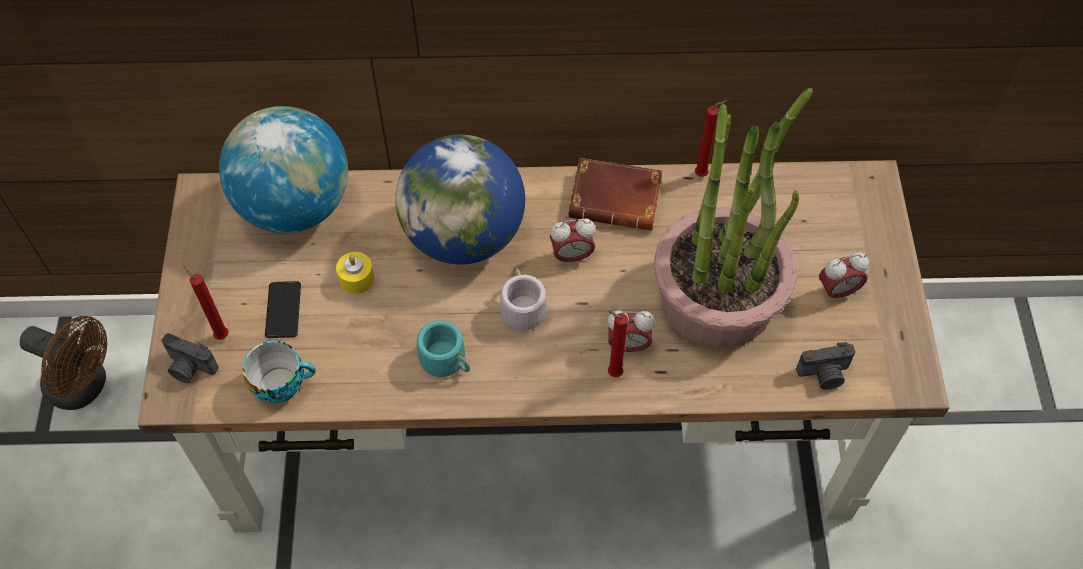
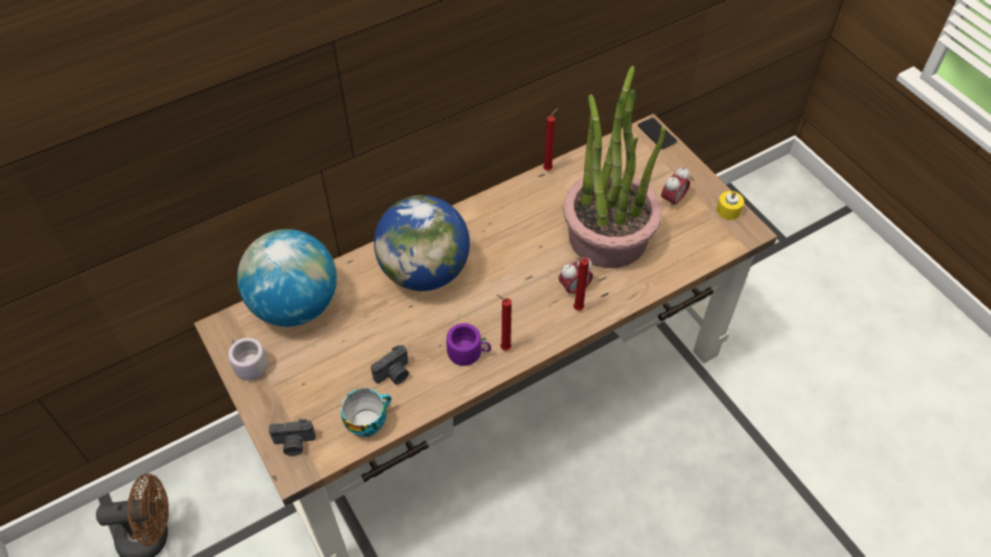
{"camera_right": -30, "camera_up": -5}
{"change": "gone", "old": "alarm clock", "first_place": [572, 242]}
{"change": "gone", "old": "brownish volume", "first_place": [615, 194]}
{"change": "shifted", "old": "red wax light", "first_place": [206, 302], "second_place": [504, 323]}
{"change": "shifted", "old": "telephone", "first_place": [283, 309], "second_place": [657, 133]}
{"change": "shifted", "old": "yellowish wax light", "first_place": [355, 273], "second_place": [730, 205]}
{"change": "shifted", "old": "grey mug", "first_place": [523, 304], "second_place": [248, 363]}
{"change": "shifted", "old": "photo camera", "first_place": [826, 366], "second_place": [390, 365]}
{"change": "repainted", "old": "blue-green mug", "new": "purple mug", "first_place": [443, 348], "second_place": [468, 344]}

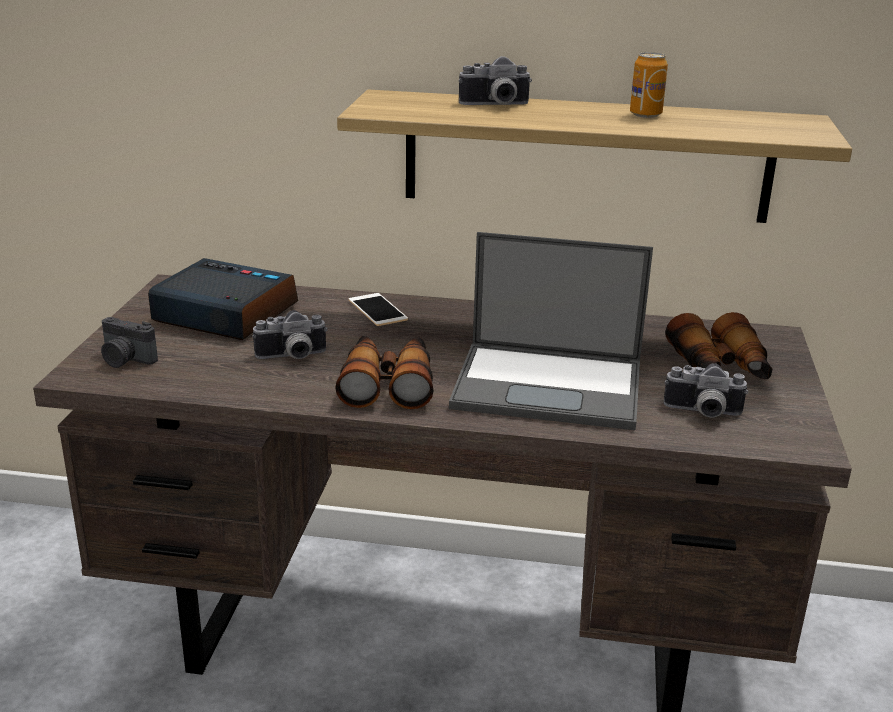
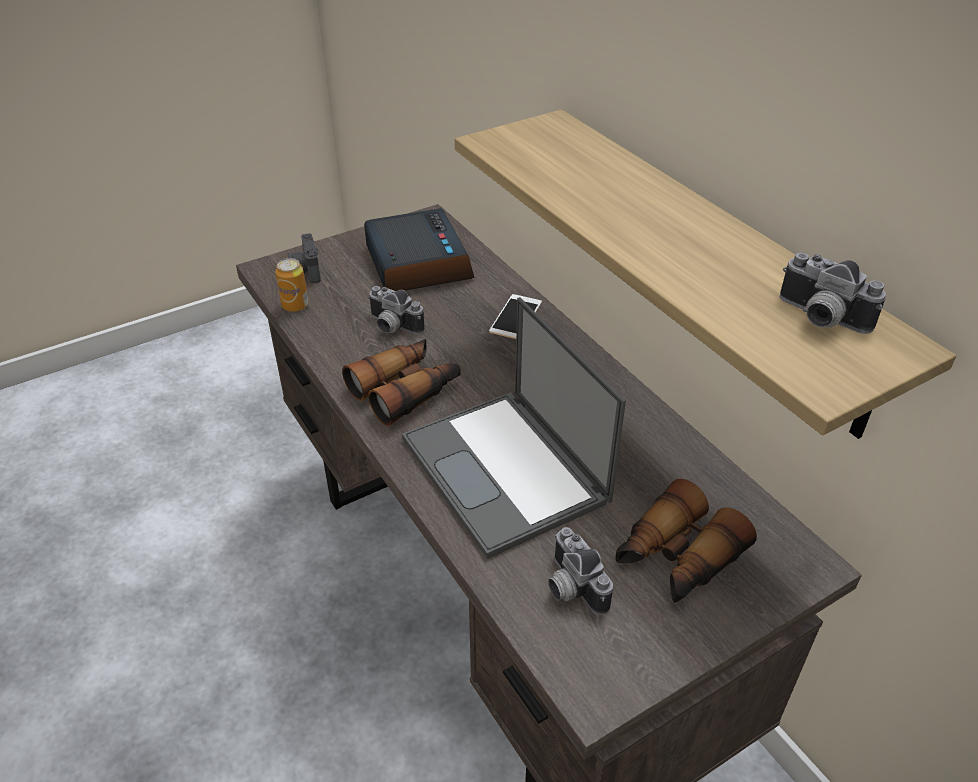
{"camera_right": 50, "camera_up": 15}
{"change": "shifted", "old": "photo camera", "first_place": [495, 80], "second_place": [833, 293]}
{"change": "shifted", "old": "sealed can", "first_place": [649, 85], "second_place": [292, 285]}

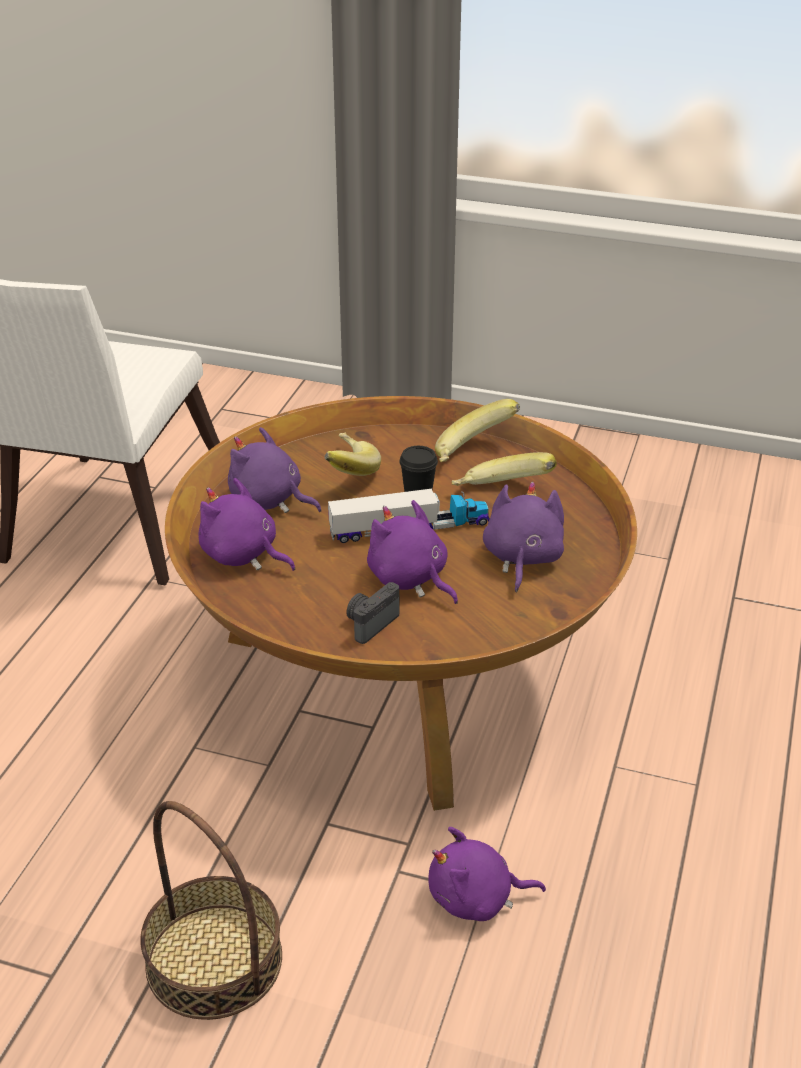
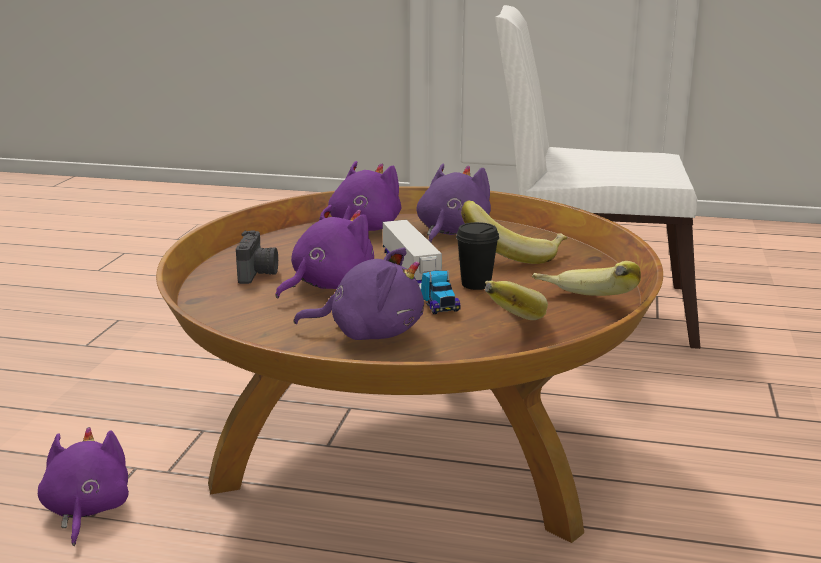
{"camera_right": 85, "camera_up": -15}
{"change": "gone", "old": "basket", "first_place": [211, 910]}
{"change": "rotated", "old": "photo camera", "first_place": [372, 613], "second_place": [257, 257], "degrees": 60}

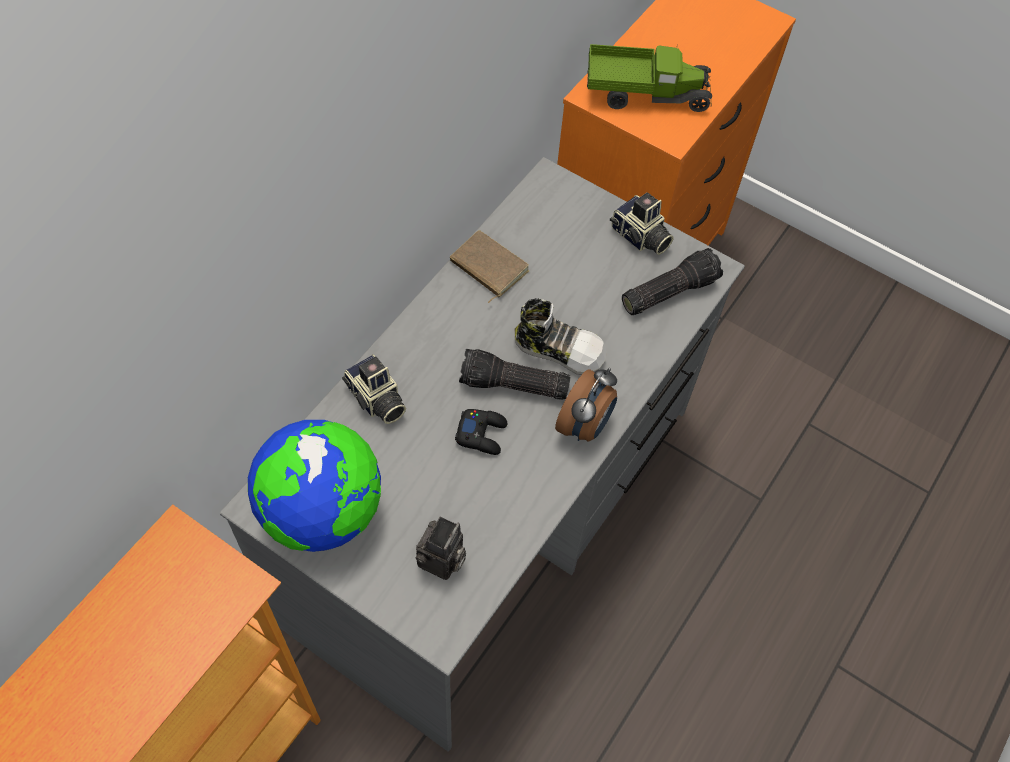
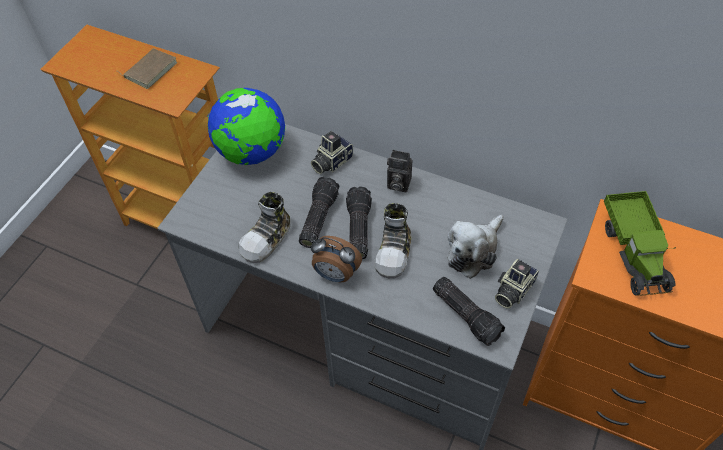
{"camera_right": 85, "camera_up": -5}
{"change": "new", "new": "item of footwear", "second_place": [264, 227]}
{"change": "new", "new": "plush toy", "second_place": [475, 247]}
{"change": "shifted", "old": "photo camera", "first_place": [441, 548], "second_place": [400, 171]}
{"change": "shifted", "old": "brownish volume", "first_place": [489, 266], "second_place": [147, 68]}
{"change": "swapped", "old": "black-coloured joypad", "new": "torch", "first_place": [481, 432], "second_place": [319, 212]}

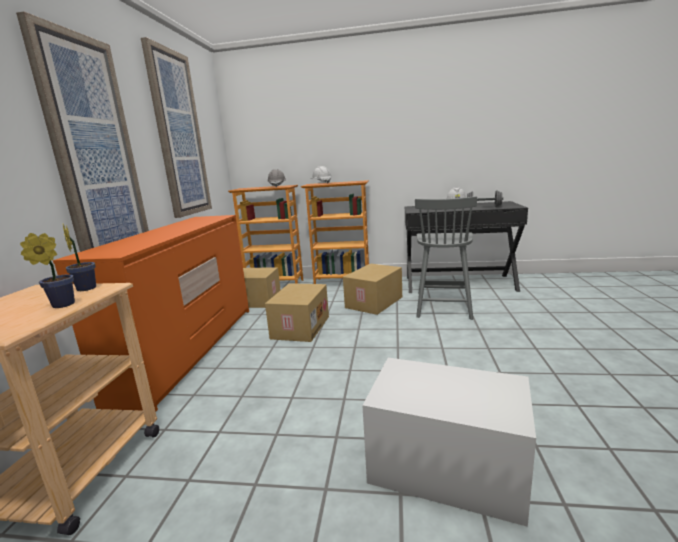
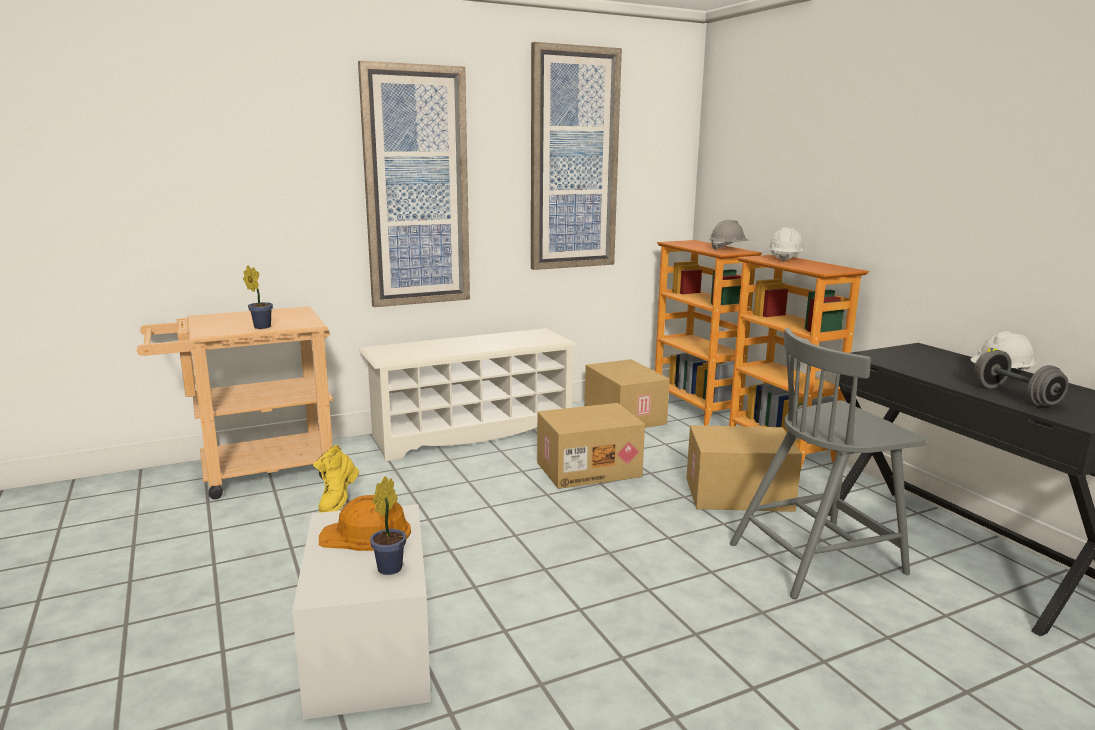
{"camera_right": 55, "camera_up": 0}
{"change": "new", "new": "yellowish high-top boot", "second_place": [336, 479]}
{"change": "new", "new": "orangey work helmet", "second_place": [365, 523]}
{"change": "shifted", "old": "potted plant", "first_place": [79, 257], "second_place": [388, 525]}
{"change": "swapped", "old": "orangey dresser", "new": "white-coloured shoe shelf", "first_place": [151, 313], "second_place": [467, 394]}

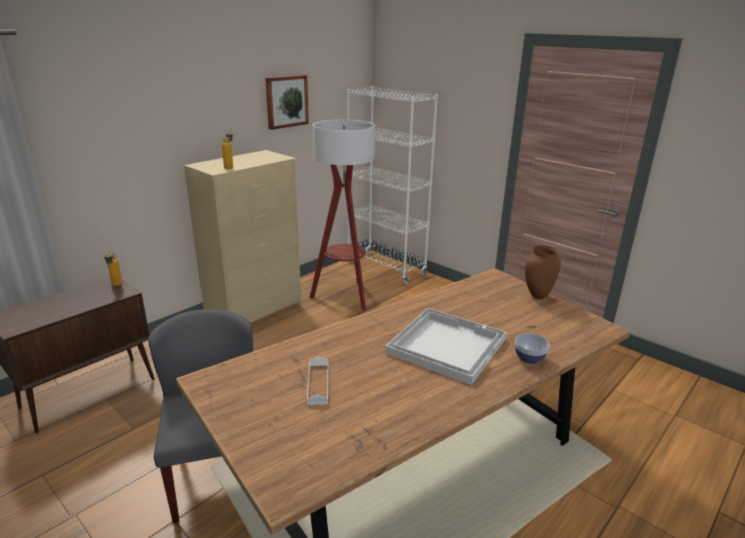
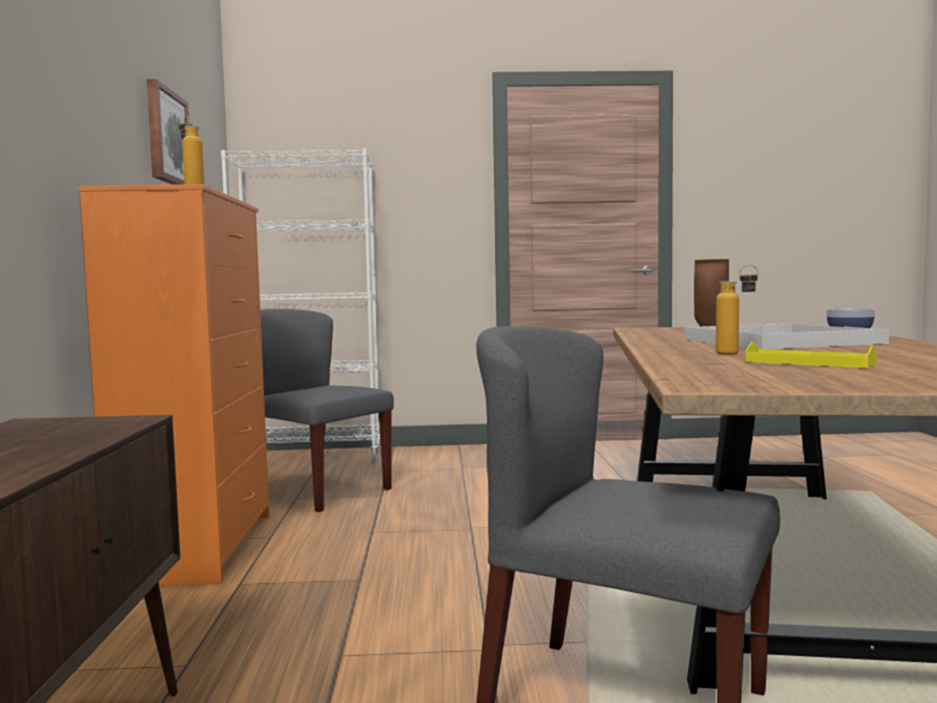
{"camera_right": -45, "camera_up": -20}
{"change": "shifted", "old": "bottle", "first_place": [113, 268], "second_place": [737, 309]}
{"change": "swapped", "old": "floor lamp", "new": "grey plain chair", "first_place": [342, 215], "second_place": [327, 410]}
{"change": "repainted", "old": "beige-coloured dresser", "new": "orangey dresser", "first_place": [243, 236], "second_place": [174, 385]}
{"change": "repainted", "old": "white-coloured carrying tray", "new": "yellowish carrying tray", "first_place": [317, 381], "second_place": [811, 354]}

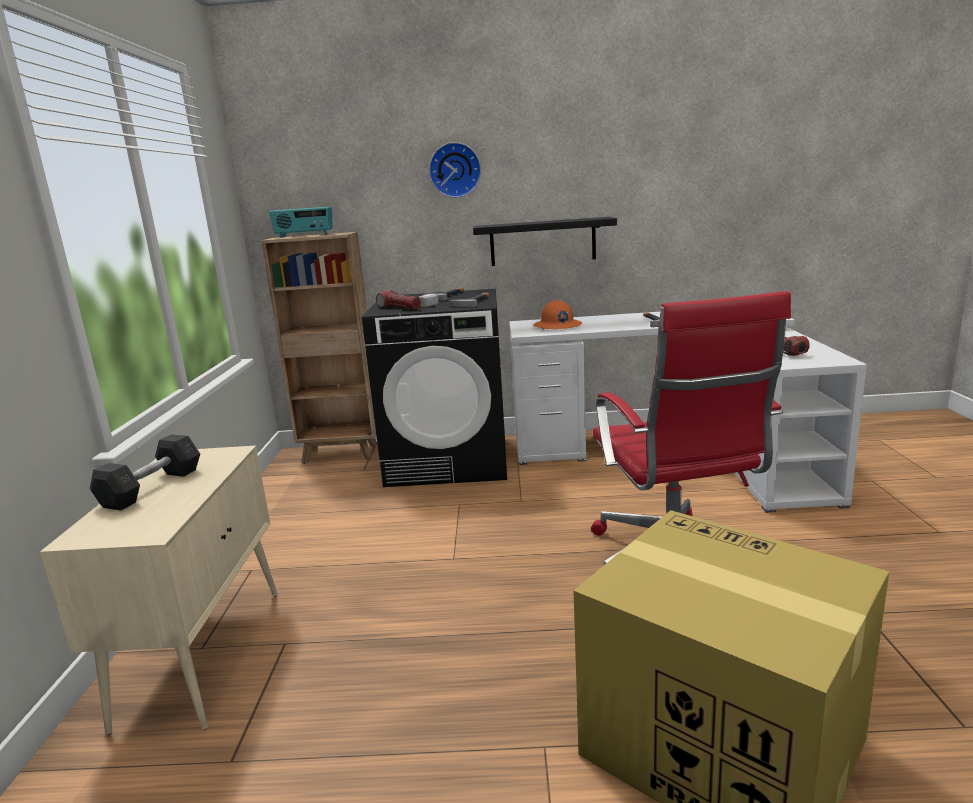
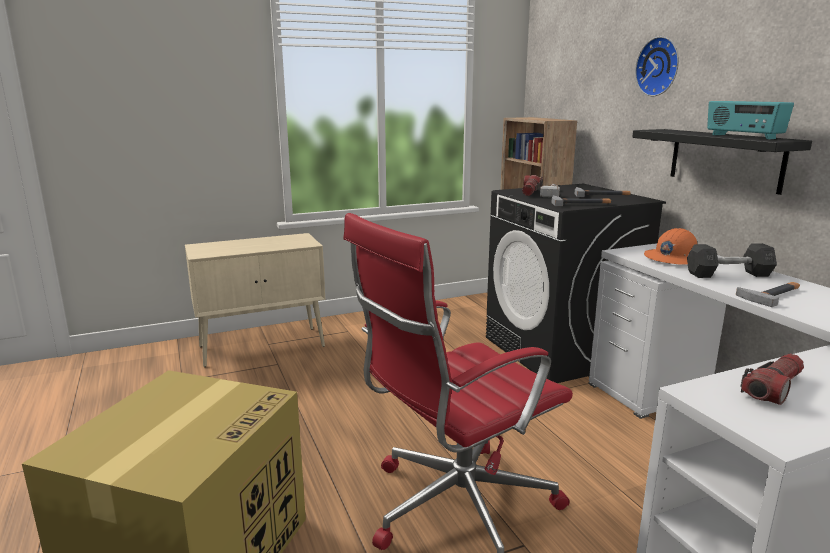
{"camera_right": 65, "camera_up": 0}
{"change": "shifted", "old": "grey hand weight", "first_place": [145, 472], "second_place": [732, 260]}
{"change": "shifted", "old": "radio receiver", "first_place": [301, 222], "second_place": [750, 120]}

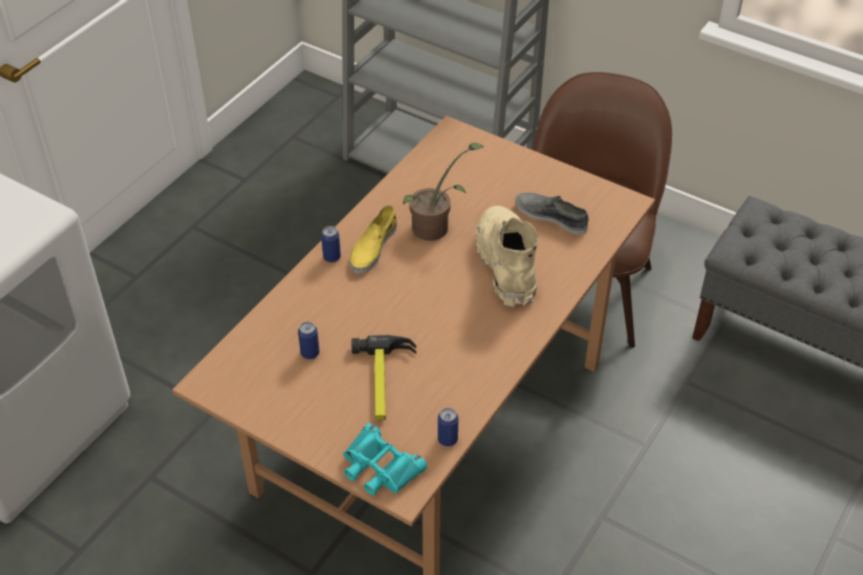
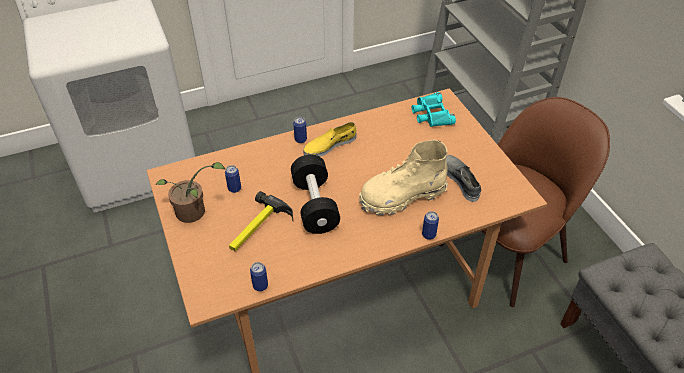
{"camera_right": 35, "camera_up": 0}
{"change": "new", "new": "black-coloured hand weight", "second_place": [315, 194]}
{"change": "new", "new": "sealed can", "second_place": [430, 225]}
{"change": "shifted", "old": "blue-green field glasses", "first_place": [385, 459], "second_place": [434, 109]}
{"change": "shifted", "old": "potted plant", "first_place": [443, 192], "second_place": [190, 192]}
{"change": "rotated", "old": "beige-coloured high-top boot", "first_place": [507, 257], "second_place": [403, 178], "degrees": -135}

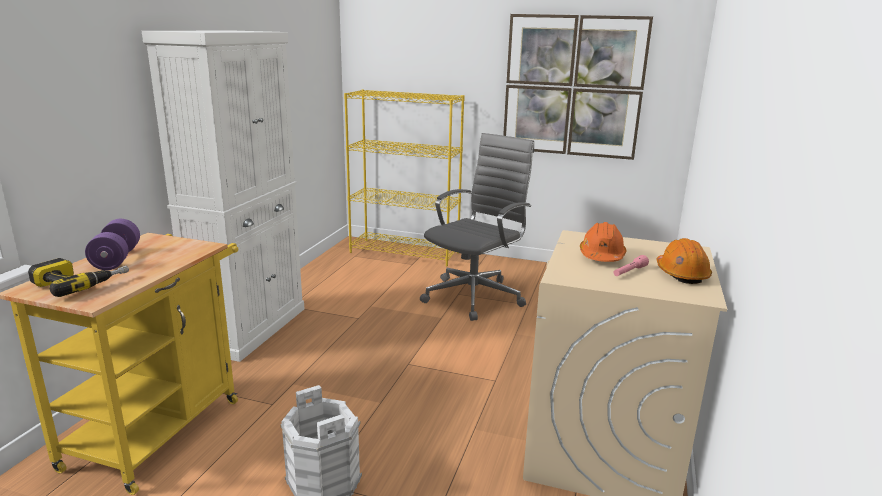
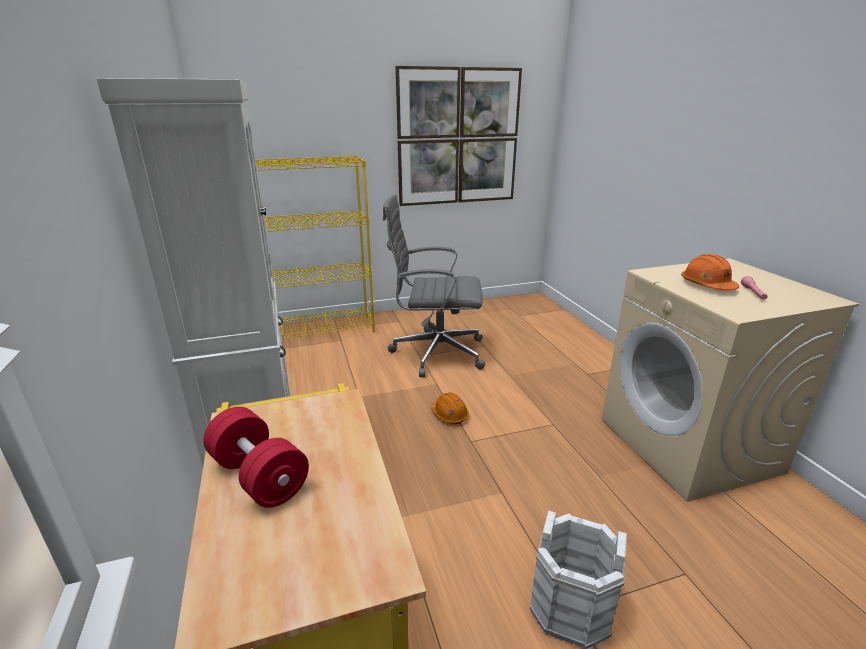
{"camera_right": -35, "camera_up": 5}
{"change": "gone", "old": "power drill", "first_place": [78, 277]}
{"change": "shifted", "old": "orangey work helmet", "first_place": [684, 261], "second_place": [450, 408]}
{"change": "repainted", "old": "purple hand weight", "new": "red hand weight", "first_place": [112, 244], "second_place": [256, 457]}
{"change": "rotated", "old": "grey desk chair", "first_place": [477, 227], "second_place": [434, 285], "degrees": -90}

